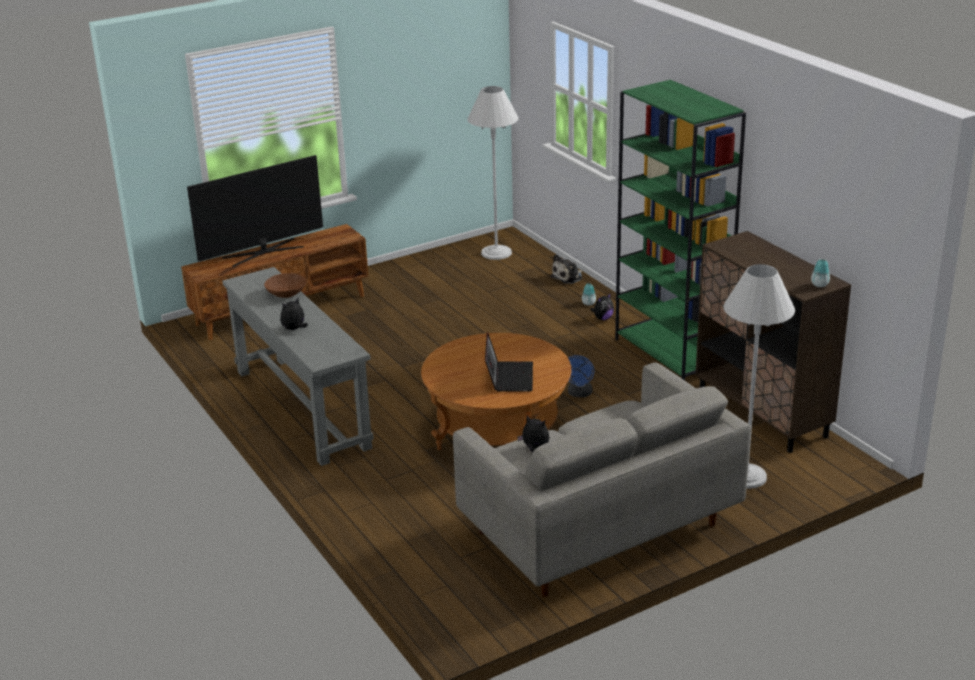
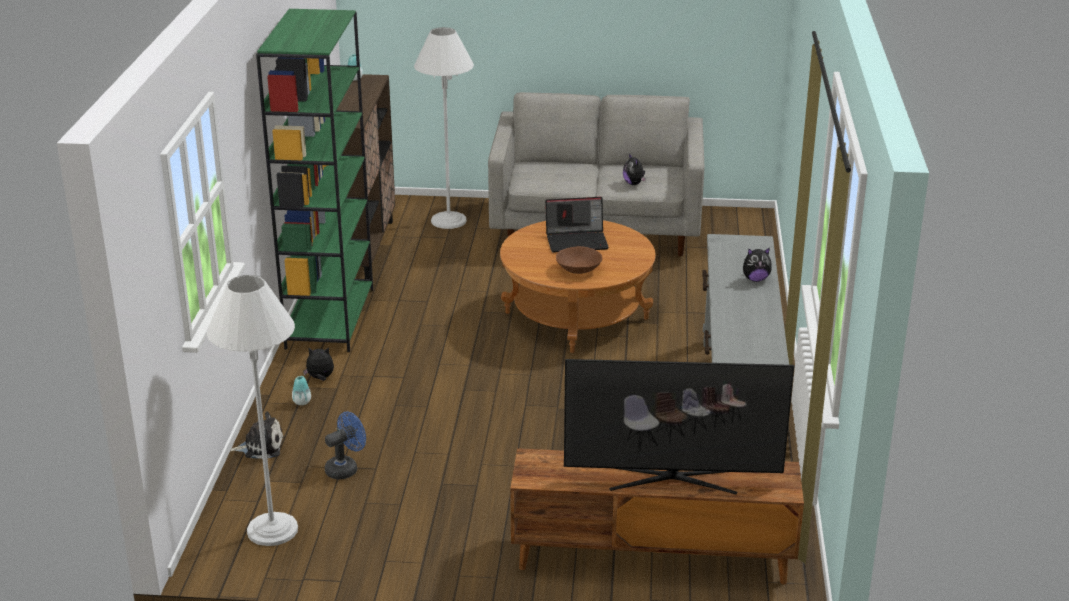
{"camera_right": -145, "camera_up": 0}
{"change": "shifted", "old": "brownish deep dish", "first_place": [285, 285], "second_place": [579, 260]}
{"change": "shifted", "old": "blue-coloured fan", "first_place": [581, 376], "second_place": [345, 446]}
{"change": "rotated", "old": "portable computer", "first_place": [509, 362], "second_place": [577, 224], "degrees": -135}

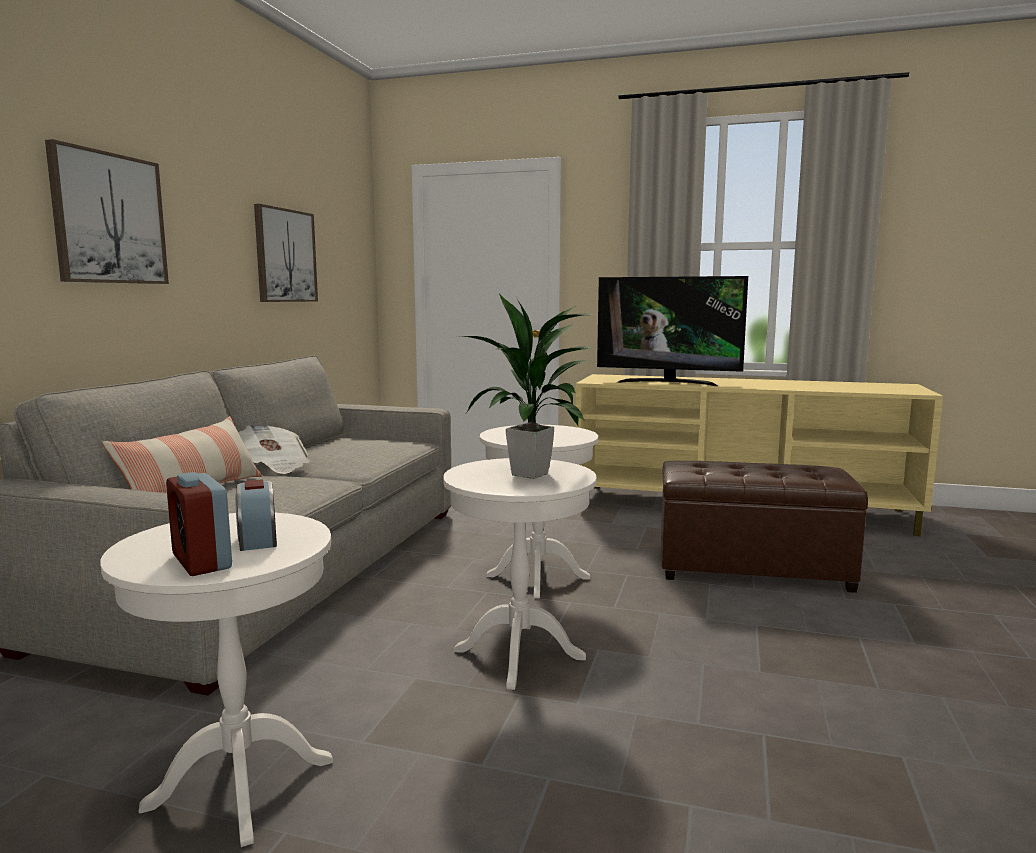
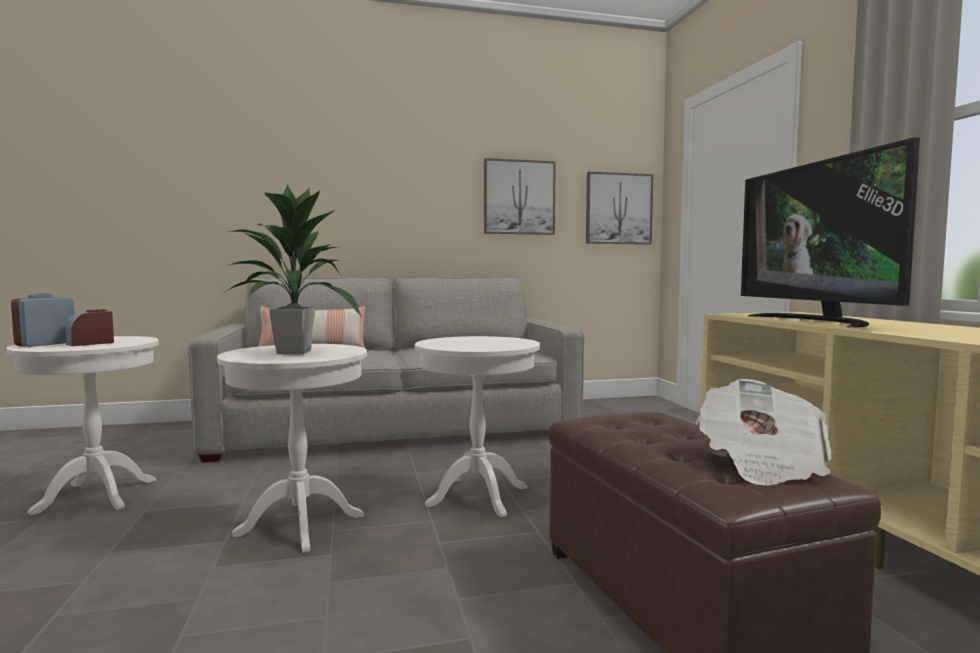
{"camera_right": 60, "camera_up": -5}
{"change": "shifted", "old": "wall picture", "first_place": [107, 211], "second_place": [619, 208]}
{"change": "shifted", "old": "newspaper", "first_place": [274, 449], "second_place": [764, 432]}

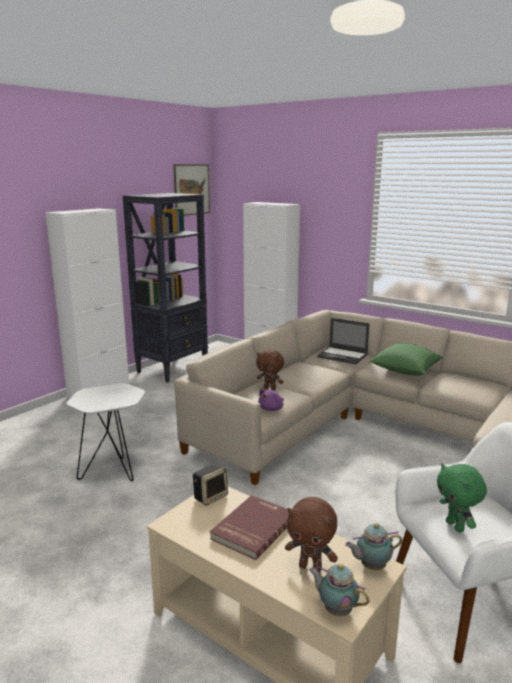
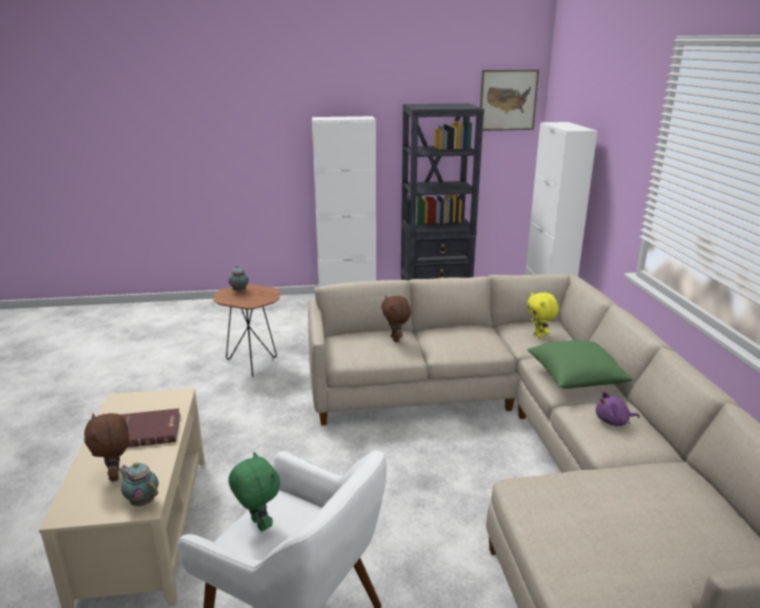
{"camera_right": 45, "camera_up": 5}
{"change": "gone", "old": "loudspeaker", "first_place": [210, 485]}
{"change": "shifted", "old": "purple plush toy", "first_place": [271, 400], "second_place": [618, 408]}
{"change": "shifted", "old": "pot for tea", "first_place": [339, 590], "second_place": [238, 279]}
{"change": "swapped", "old": "portable computer", "new": "yellowish plush toy", "first_place": [343, 341], "second_place": [543, 315]}
{"change": "repainted", "old": "white-coloured side table", "new": "brownish side table", "first_place": [106, 432], "second_place": [247, 330]}
{"change": "rotated", "old": "greenish plush toy", "first_place": [462, 498], "second_place": [254, 491], "degrees": 120}

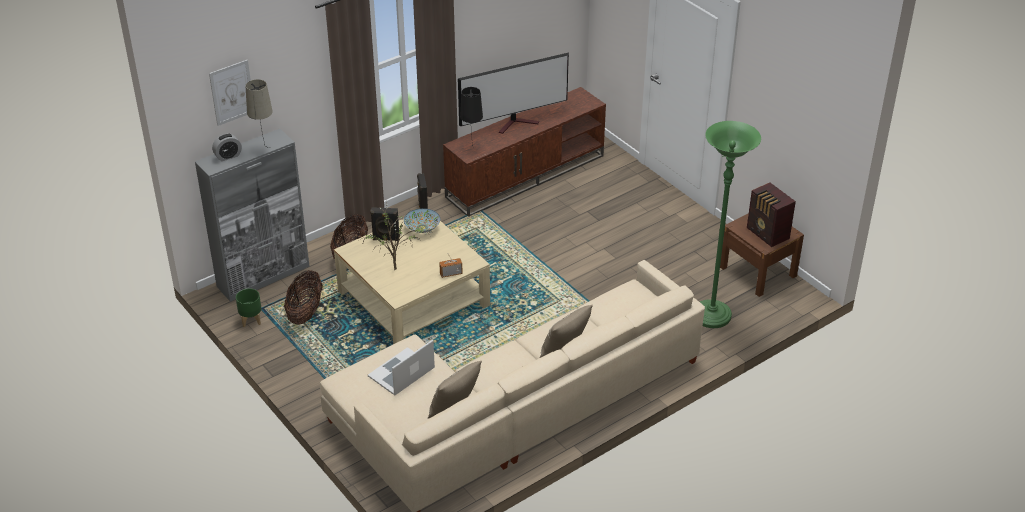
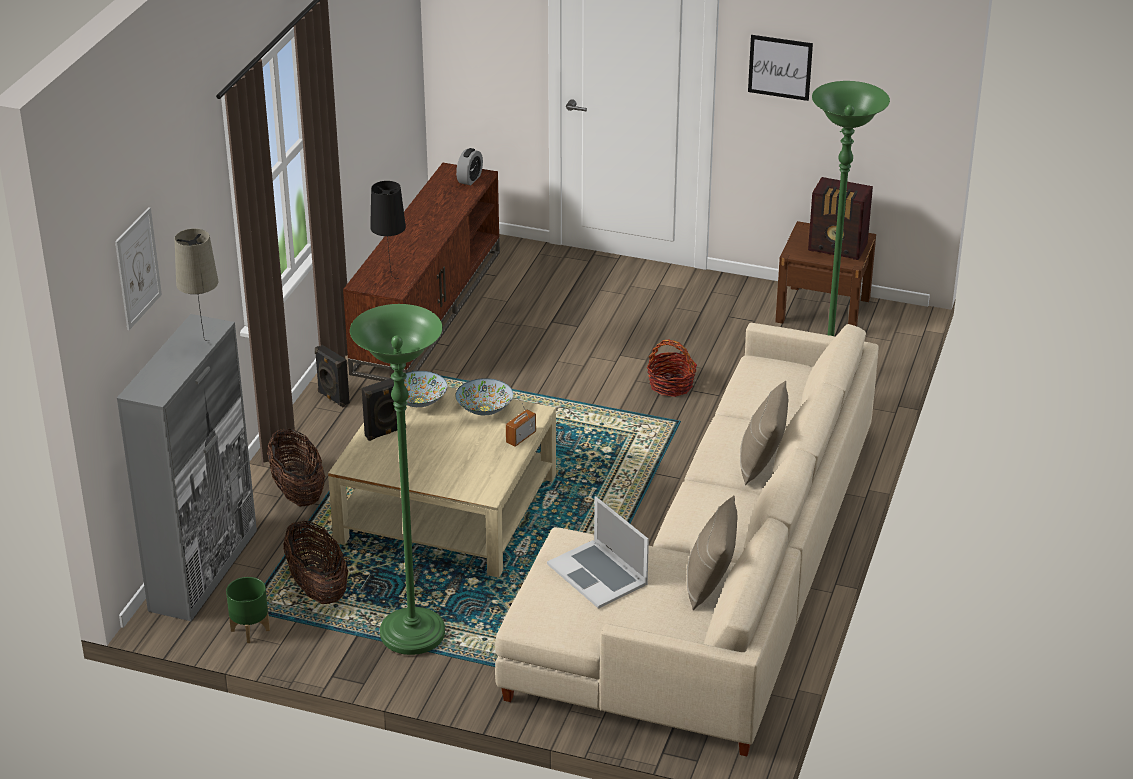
{"camera_right": -35, "camera_up": -5}
{"change": "gone", "old": "potted plant", "first_place": [397, 236]}
{"change": "gone", "old": "television", "first_place": [513, 93]}
{"change": "new", "new": "greenish floor lamp", "second_place": [397, 479]}
{"change": "new", "new": "deep dish", "second_place": [484, 396]}
{"change": "new", "new": "basket", "second_place": [672, 368]}
{"change": "new", "new": "wall picture", "second_place": [780, 68]}
{"change": "shifted", "old": "alarm clock", "first_place": [227, 147], "second_place": [469, 167]}
{"change": "rotated", "old": "portable computer", "first_place": [401, 368], "second_place": [598, 552], "degrees": -45}

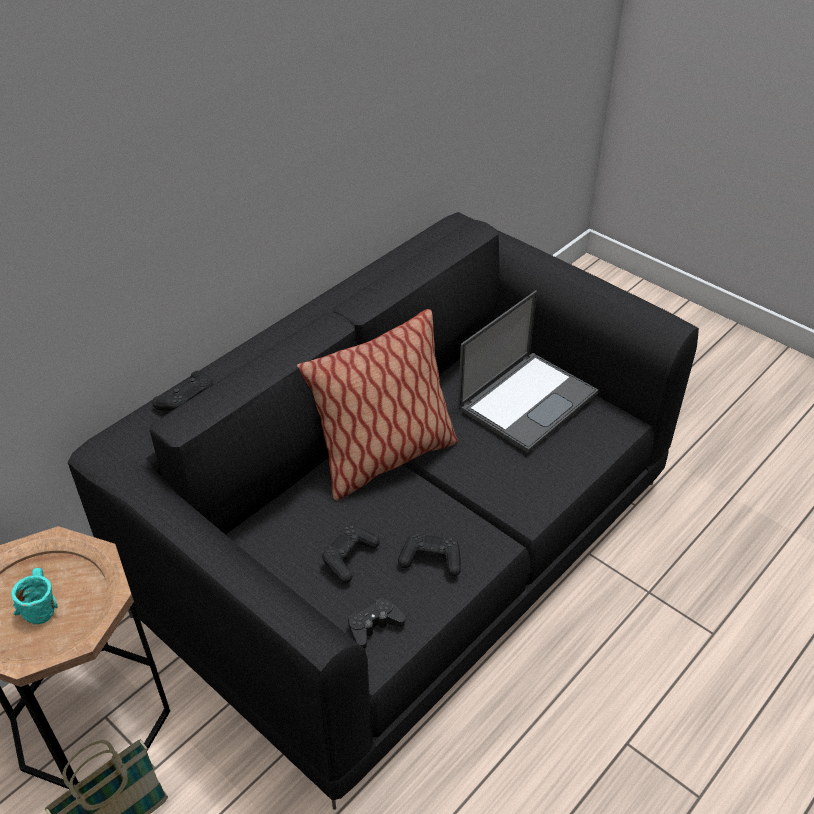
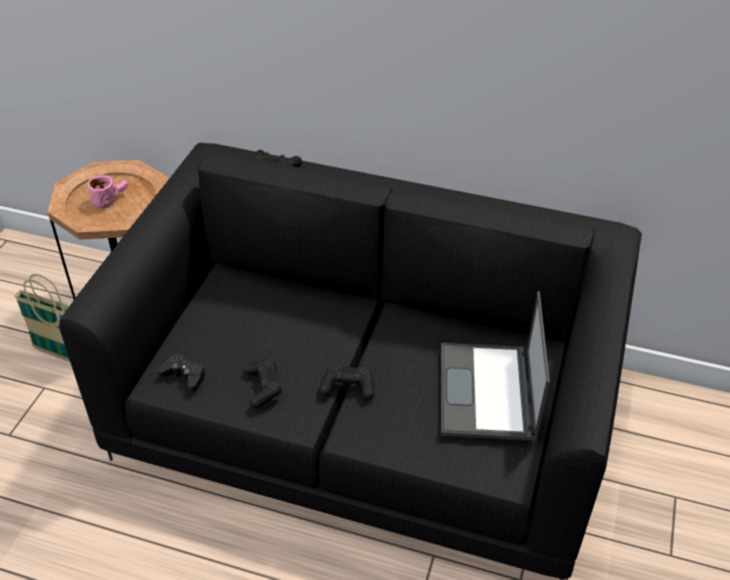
{"camera_right": 65, "camera_up": 0}
{"change": "gone", "old": "pillow", "first_place": [377, 405]}
{"change": "shifted", "old": "black-coloured joypad", "first_place": [351, 554], "second_place": [347, 382]}
{"change": "repainted", "old": "blue-green mug", "new": "pink mug", "first_place": [34, 596], "second_place": [107, 191]}
{"change": "rotated", "old": "portable computer", "first_place": [528, 371], "second_place": [495, 366], "degrees": 75}

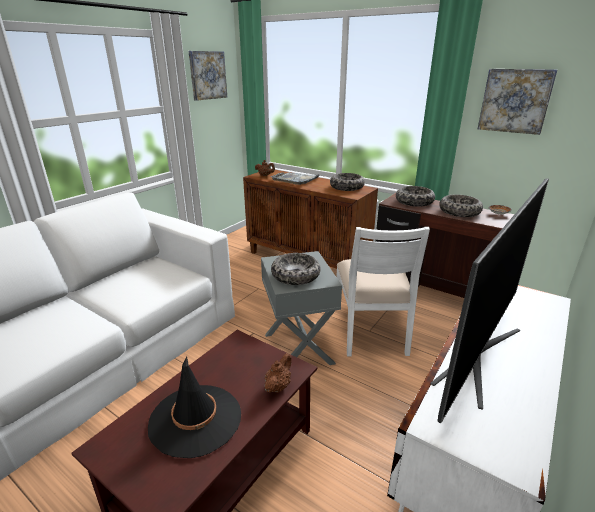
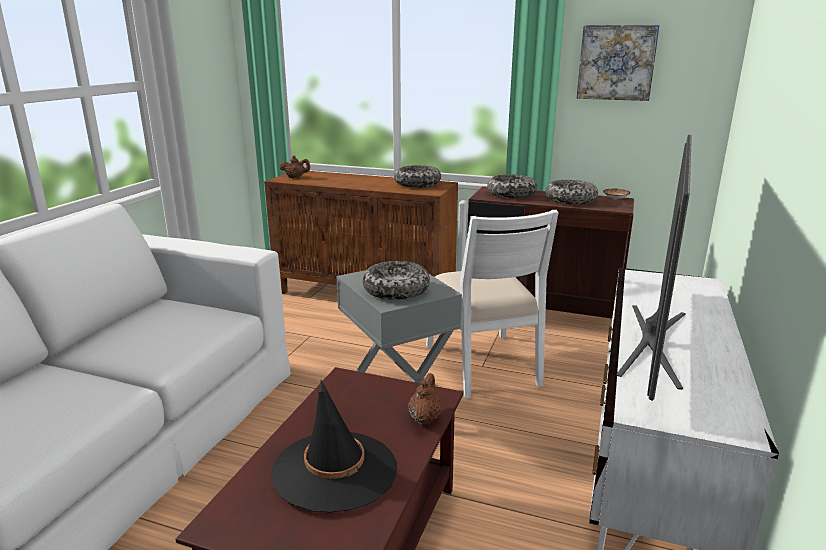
{"camera_right": -15, "camera_up": -5}
{"change": "gone", "old": "wall picture", "first_place": [208, 76]}
{"change": "gone", "old": "grey carrying tray", "first_place": [295, 178]}

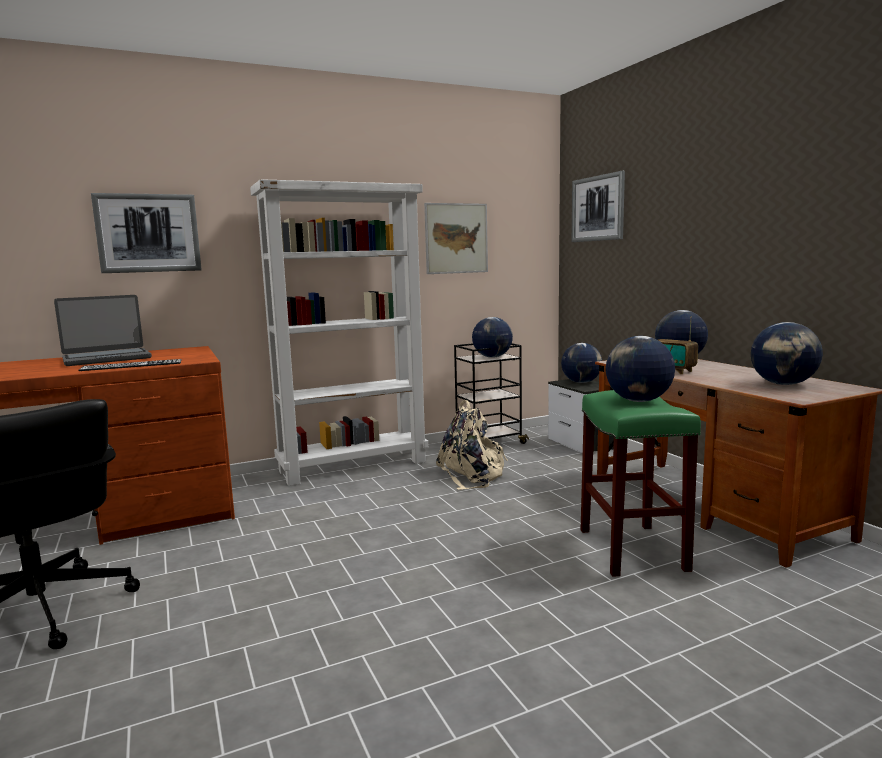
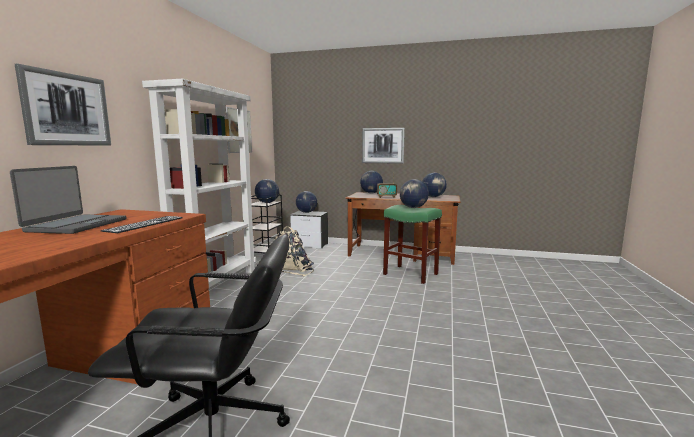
{"camera_right": -50, "camera_up": 0}
{"change": "shifted", "old": "wall picture", "first_place": [598, 206], "second_place": [383, 146]}

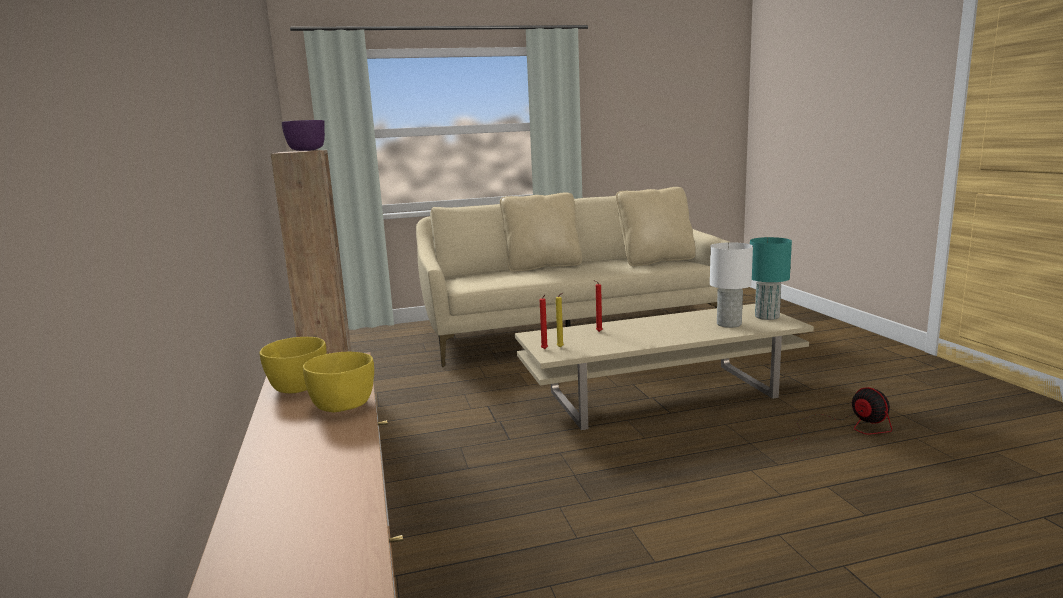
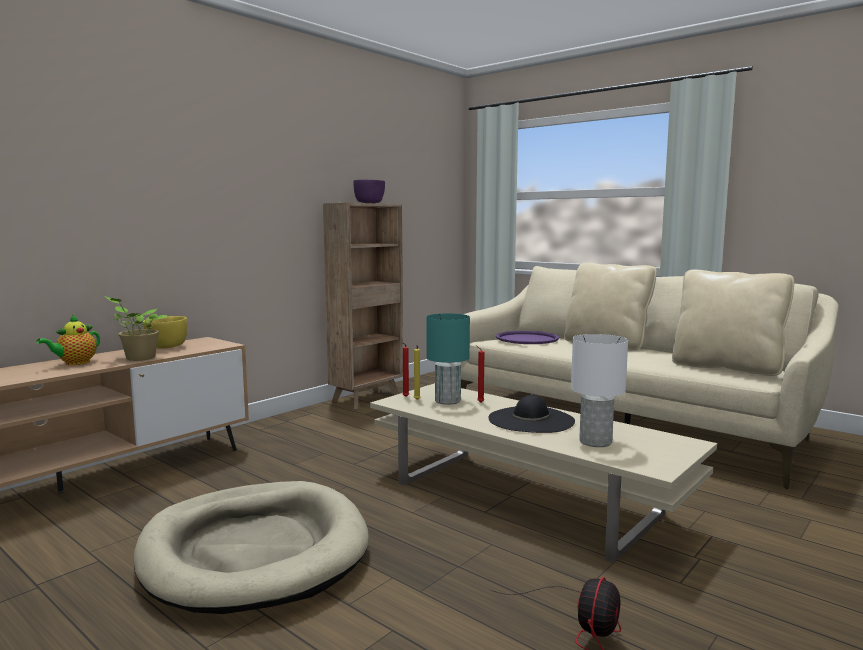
{"camera_right": 55, "camera_up": -5}
{"change": "new", "new": "pot for tea", "second_place": [68, 339]}
{"change": "new", "new": "beige-coloured dog cushion", "second_place": [251, 547]}
{"change": "new", "new": "black-coloured clothing hat", "second_place": [531, 414]}
{"change": "new", "new": "purple carrying tray", "second_place": [527, 337]}
{"change": "shifted", "old": "blue-green tabletop lamp", "first_place": [771, 278], "second_place": [448, 359]}
{"change": "swapped", "old": "yellowish deep dish", "new": "potted plant", "first_place": [338, 382], "second_place": [136, 328]}

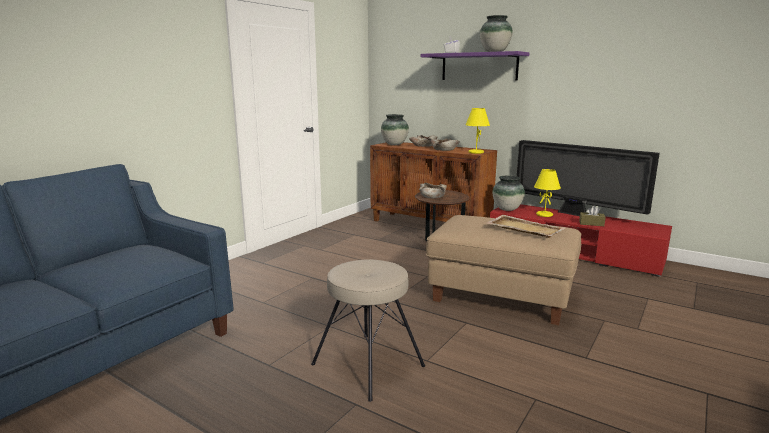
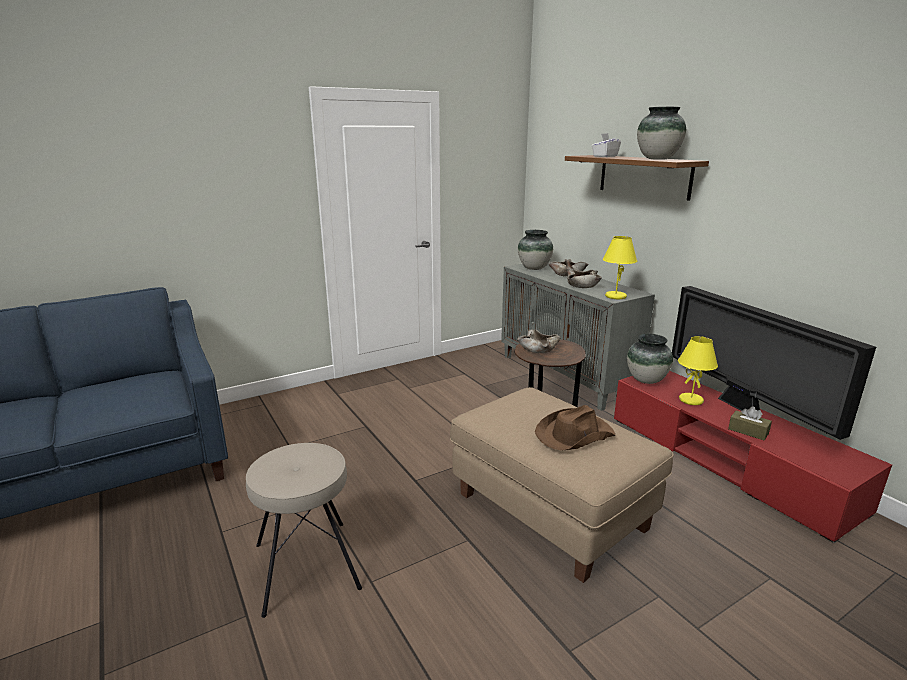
{"camera_right": 25, "camera_up": 5}
{"change": "swapped", "old": "beige-coloured carrying tray", "new": "brownish clothing hat", "first_place": [525, 226], "second_place": [575, 428]}
{"change": "repainted", "old": "brownish cupboard", "new": "grey cupboard", "first_place": [433, 182], "second_place": [578, 337]}
{"change": "repainted", "old": "purple shelf", "new": "brownish shelf", "first_place": [475, 65], "second_place": [637, 178]}

